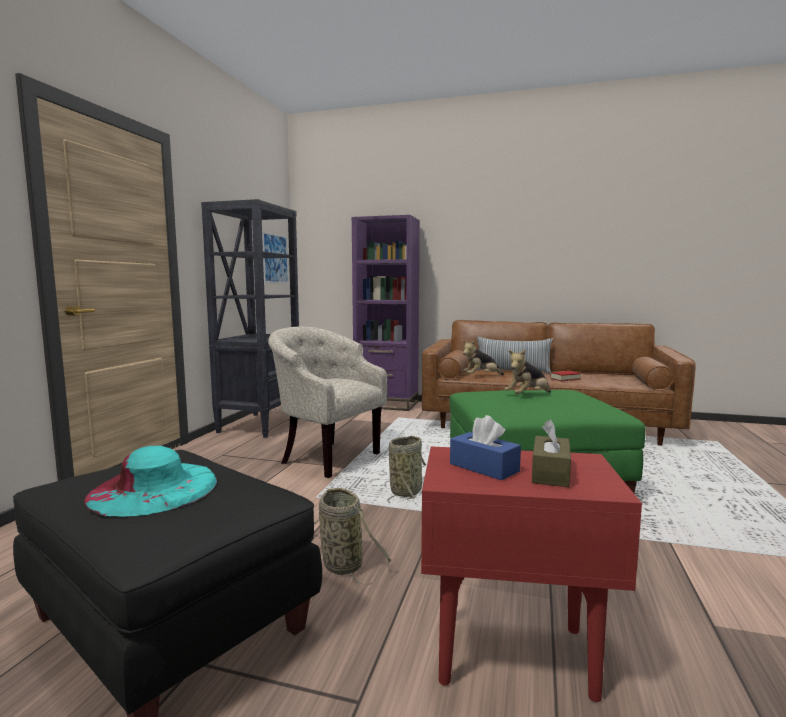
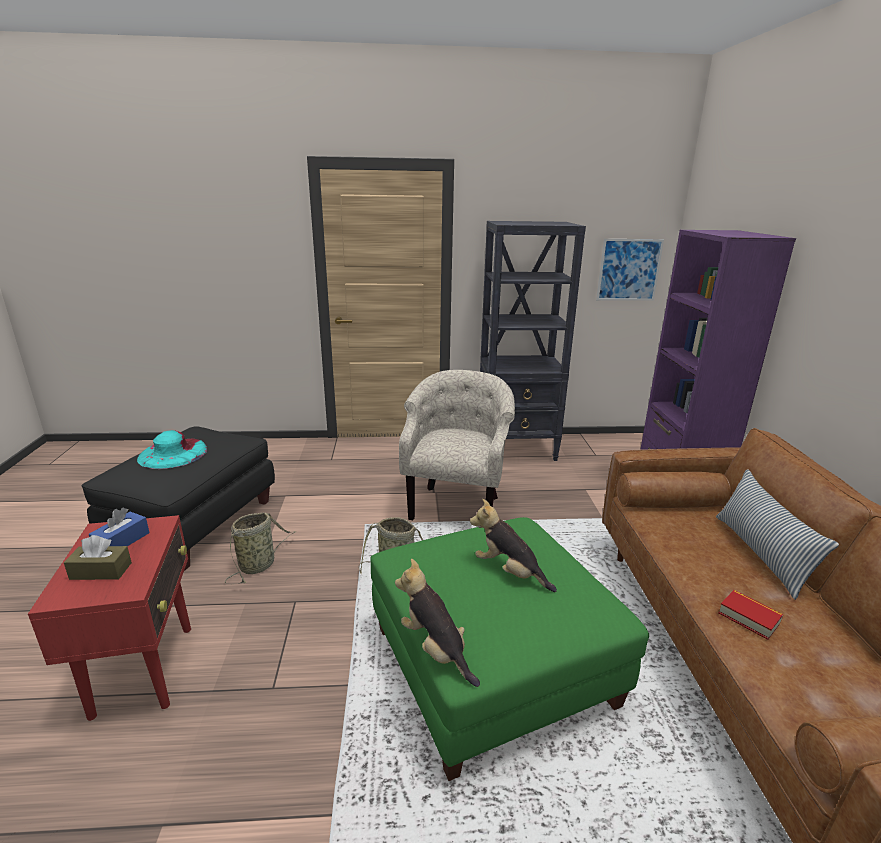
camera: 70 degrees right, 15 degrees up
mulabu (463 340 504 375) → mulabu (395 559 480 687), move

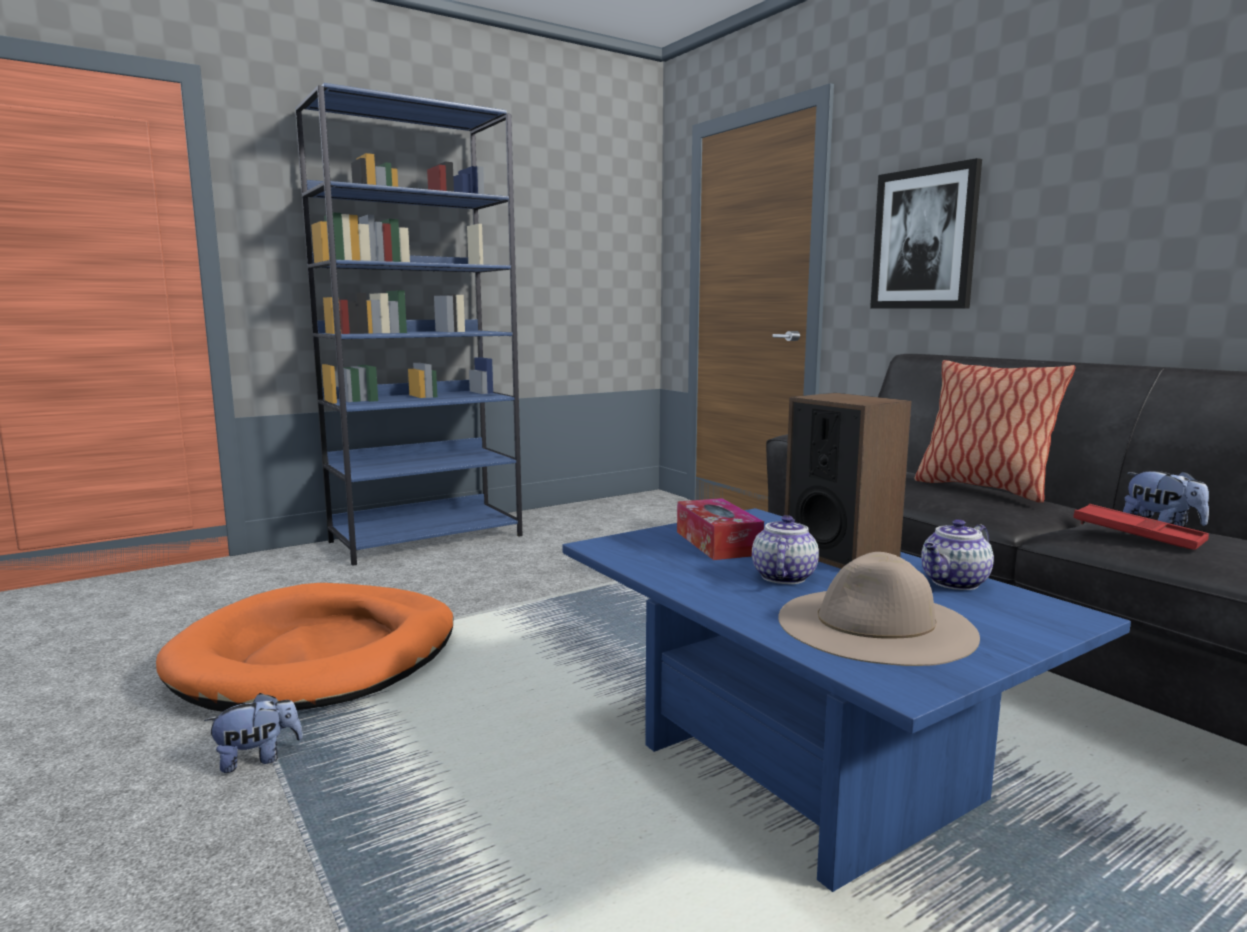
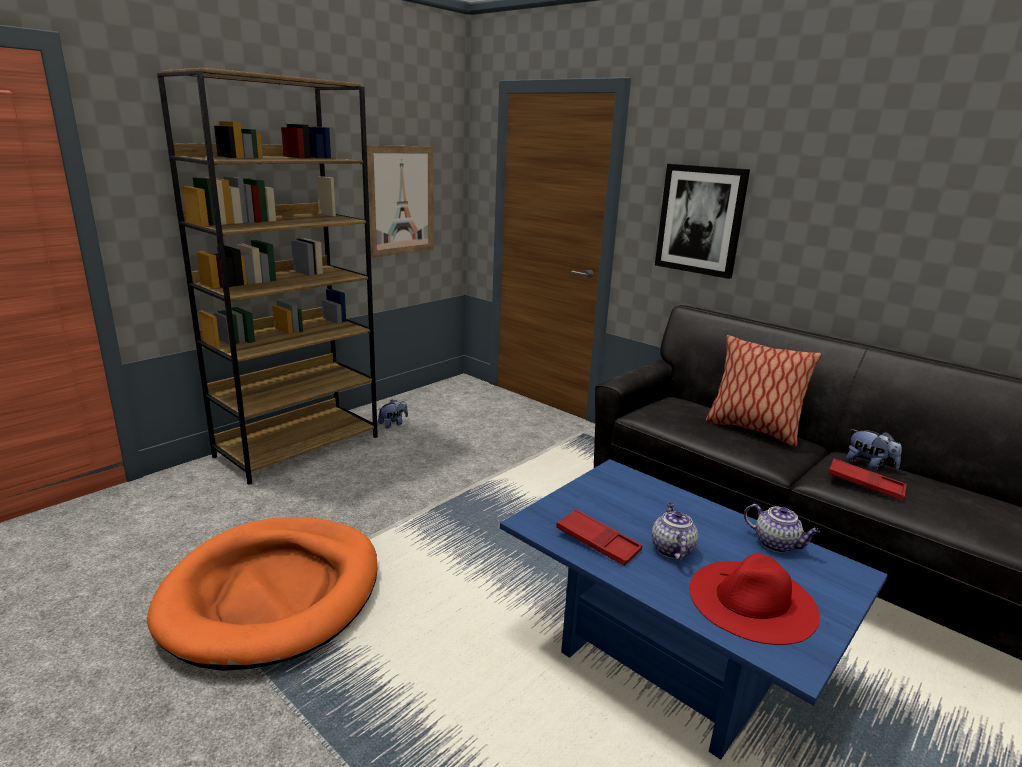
camera: 15 degrees left, 10 degrees up
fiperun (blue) (295 83 522 566) → fiperun (brown) (157 68 378 485)
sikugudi (785 393 911 569) → -
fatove (677 498 764 560) → -
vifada (921 519 994 590) → vifada (744 504 821 553), 90 degrees counterclockwise
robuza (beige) (778 552 980 666) → robuza (red) (690 554 820 645)
mulabu (204 693 303 773) → mulabu (378 399 408 429), move
- → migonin (367 145 434 258)
- → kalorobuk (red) (556 509 642 566)

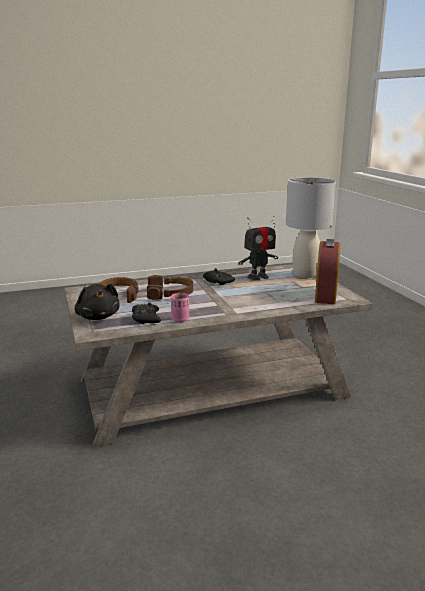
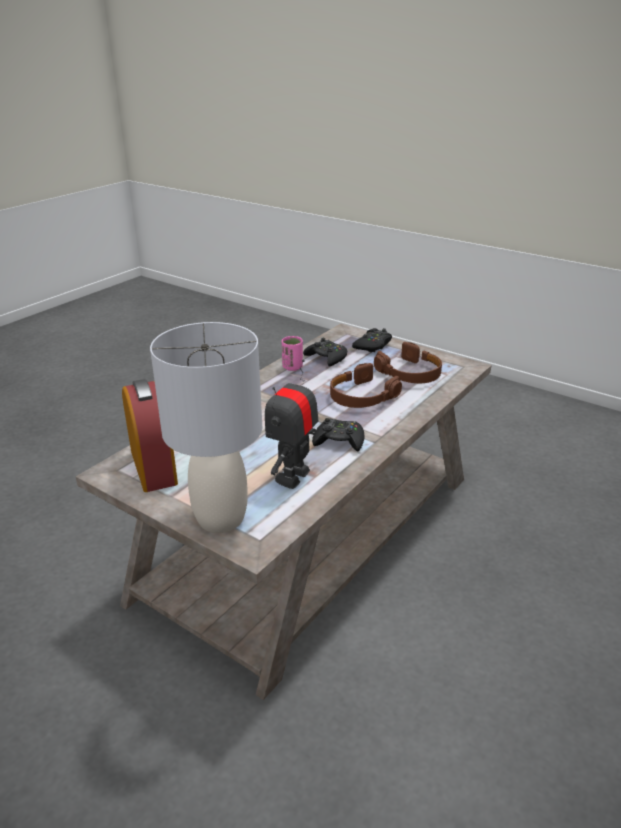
camera: 145 degrees right, 10 degrees up
mulabu (black) (75 284 120 320) → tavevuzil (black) (352 328 392 352)

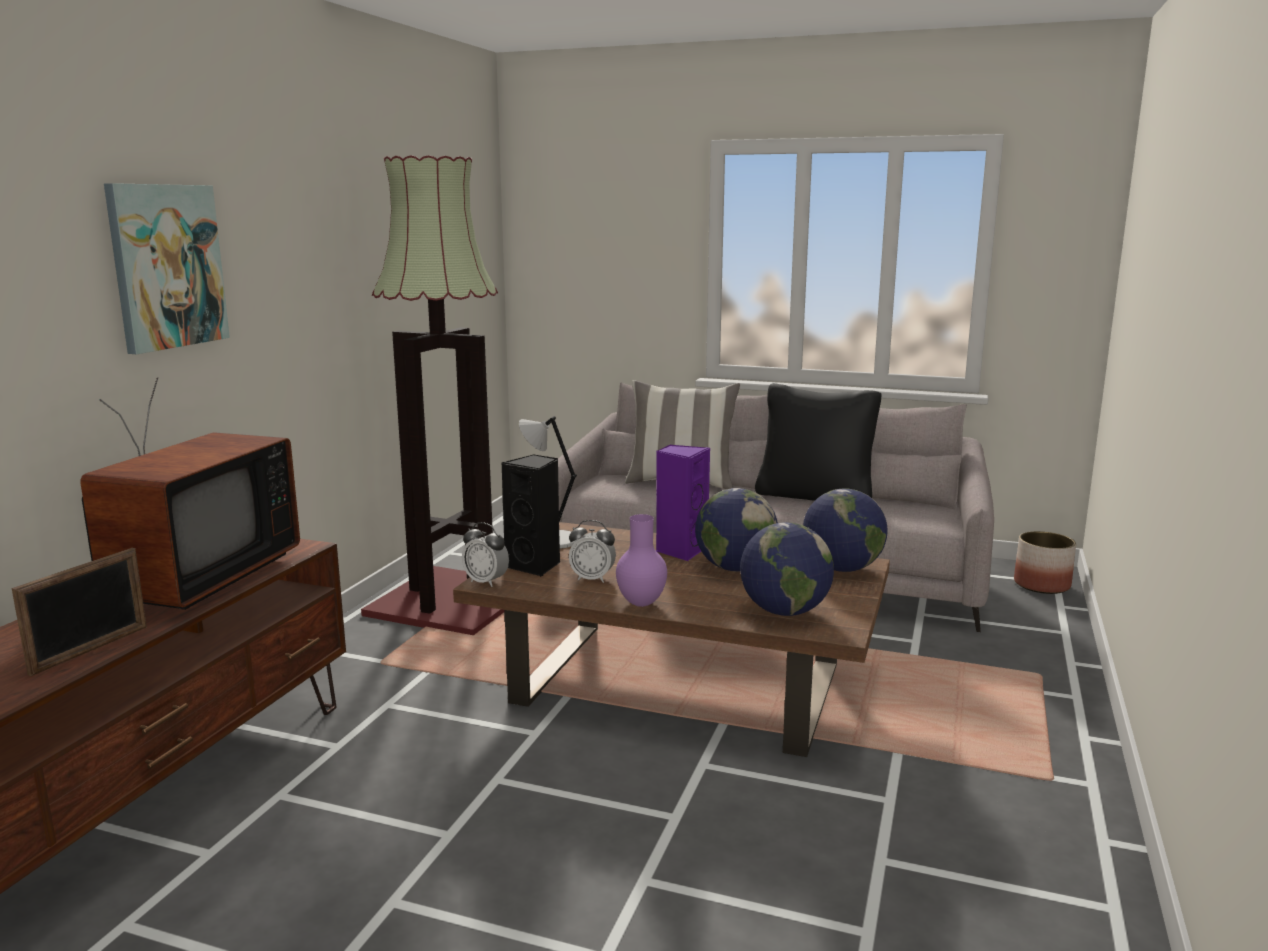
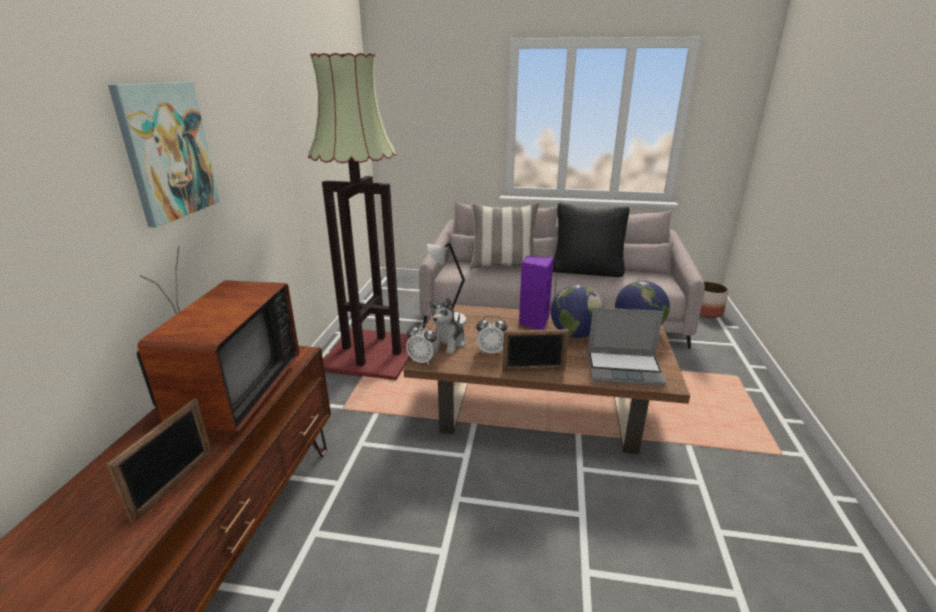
camera: 10 degrees left, 10 degrees up
sikugudi (black) (502 454 560 577) → mulabu (429 297 466 354)
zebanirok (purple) (616 514 667 607) → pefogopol (502 329 569 372)
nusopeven (740 522 834 616) → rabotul (587 307 666 386)

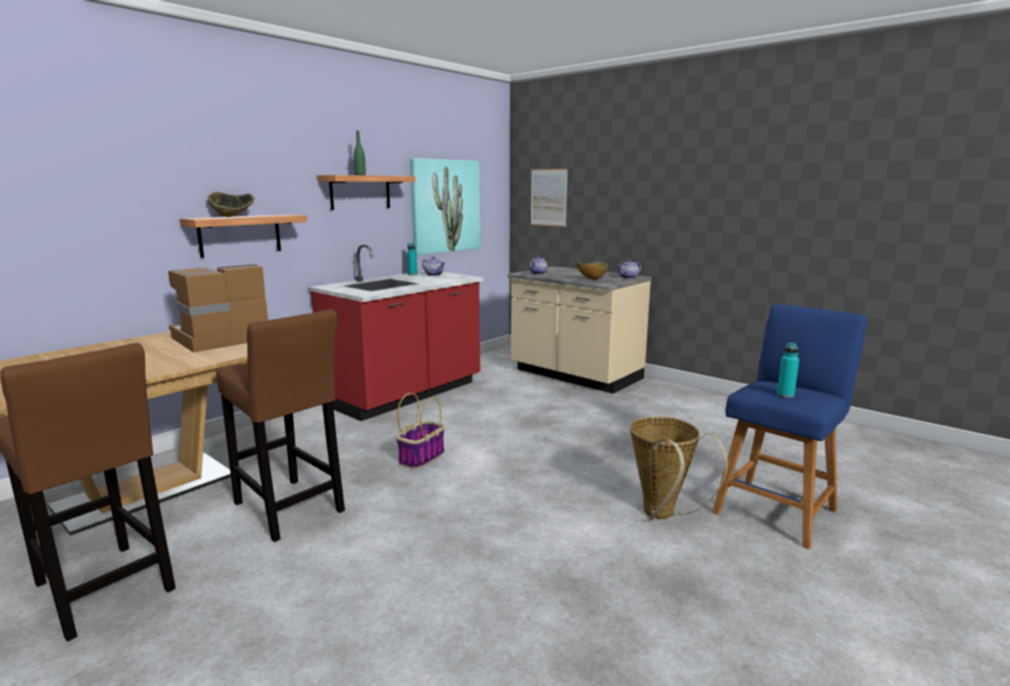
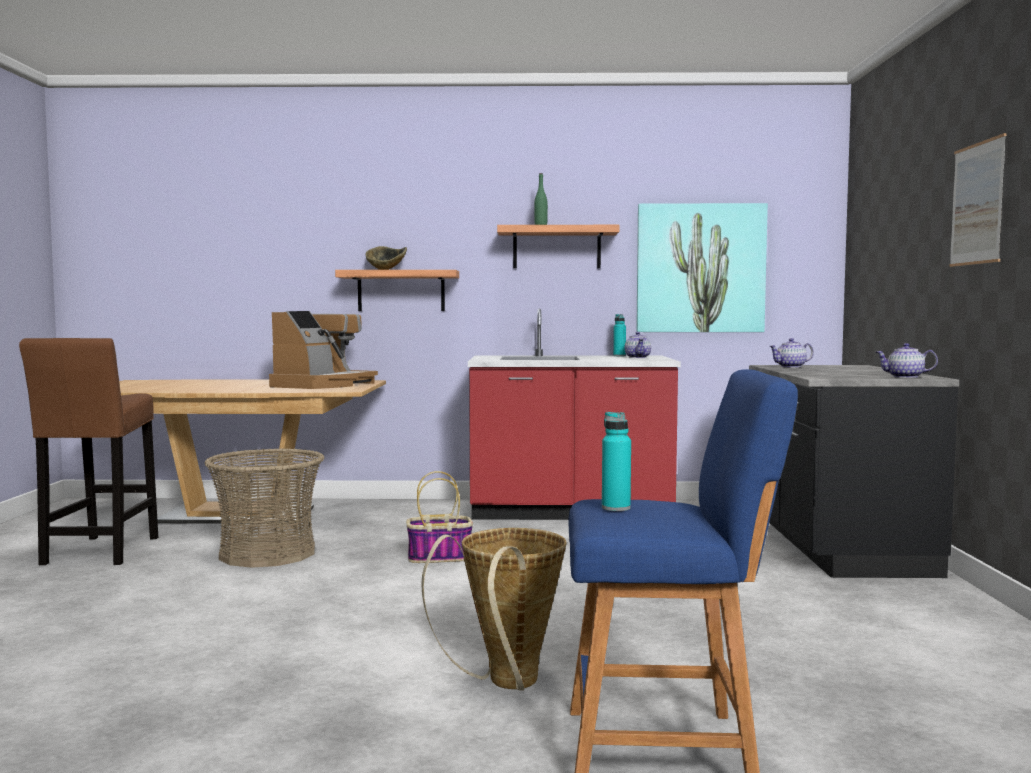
camera: 50 degrees right, 10 degrees down
migonin (531 168 568 227) → migonin (949 133 1006 267), move
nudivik (575 262 608 280) → -
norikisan (168 264 268 352) → norikisan (269 311 378 389), 105 degrees clockwise
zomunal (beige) (508 266 652 394) → zomunal (black) (749 365 959 578)
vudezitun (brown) (216 309 345 542) → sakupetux (204 448 325 568)

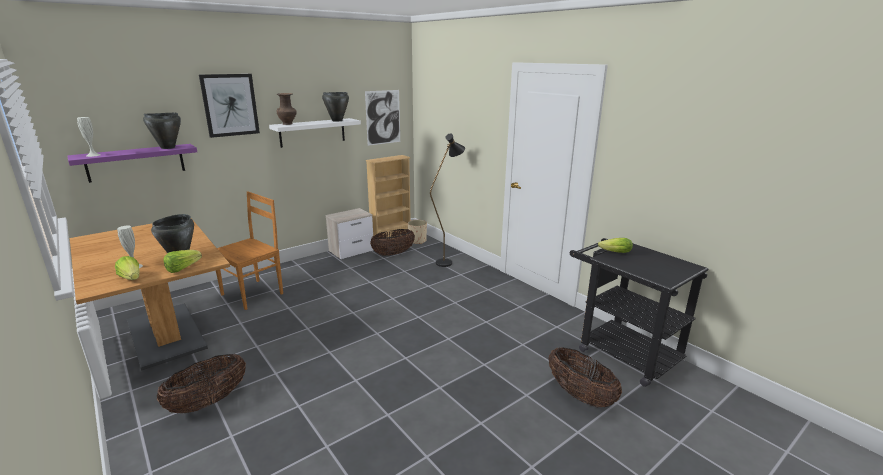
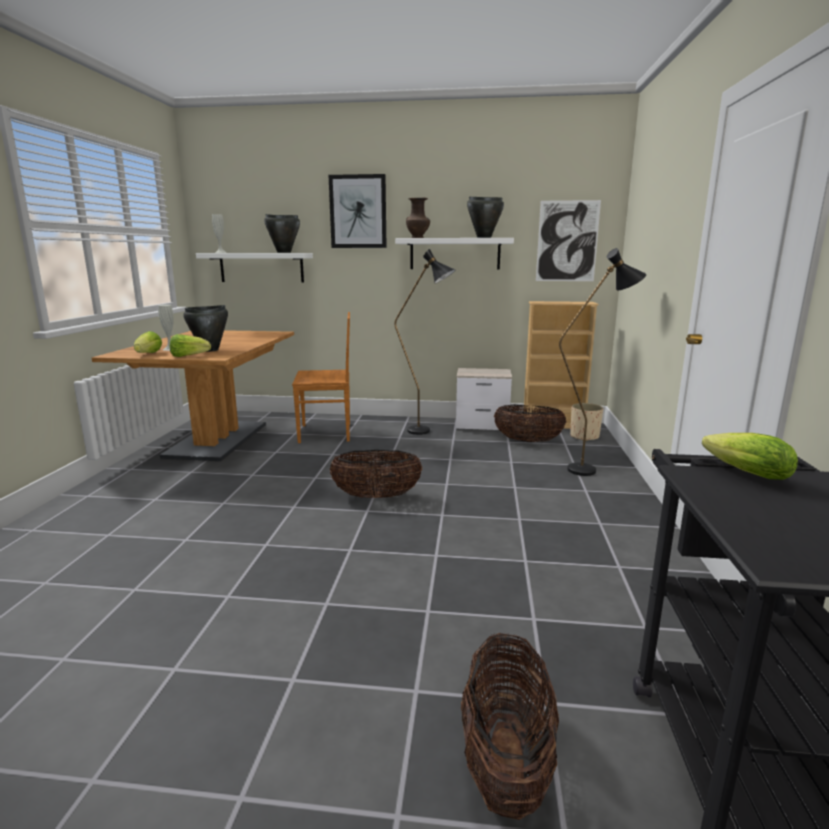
camera: 45 degrees right, 5 degrees down
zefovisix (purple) (68 144 197 183) → zefovisix (white) (196 253 313 282)
sakupetux (157 353 246 413) → sakupetux (330 450 422 498), move
- → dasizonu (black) (394 249 455 435)

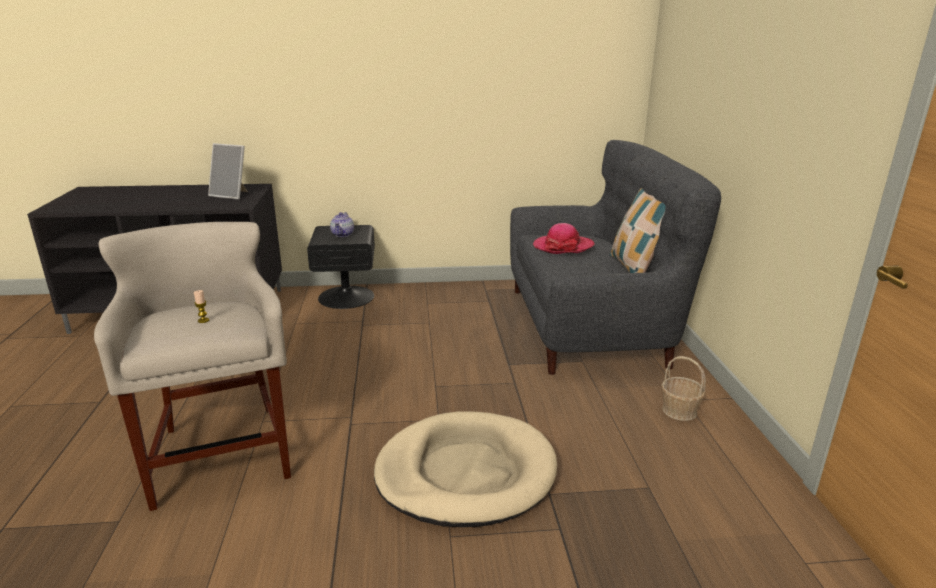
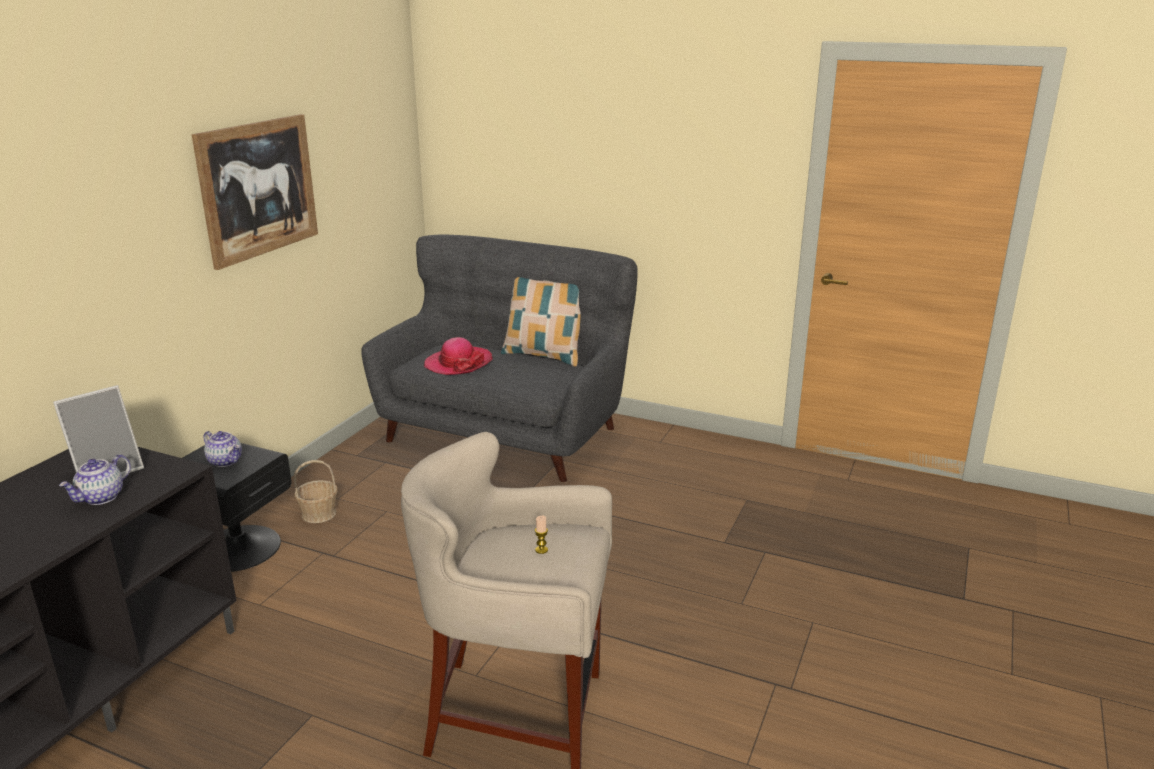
camera: 60 degrees left, 0 degrees up
sakupetux (661 356 706 421) → sakupetux (294 460 338 523), move
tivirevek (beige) (374 411 557 527) → -
- → migonin (192 114 318 270)
- → vifada (59 454 131 505)

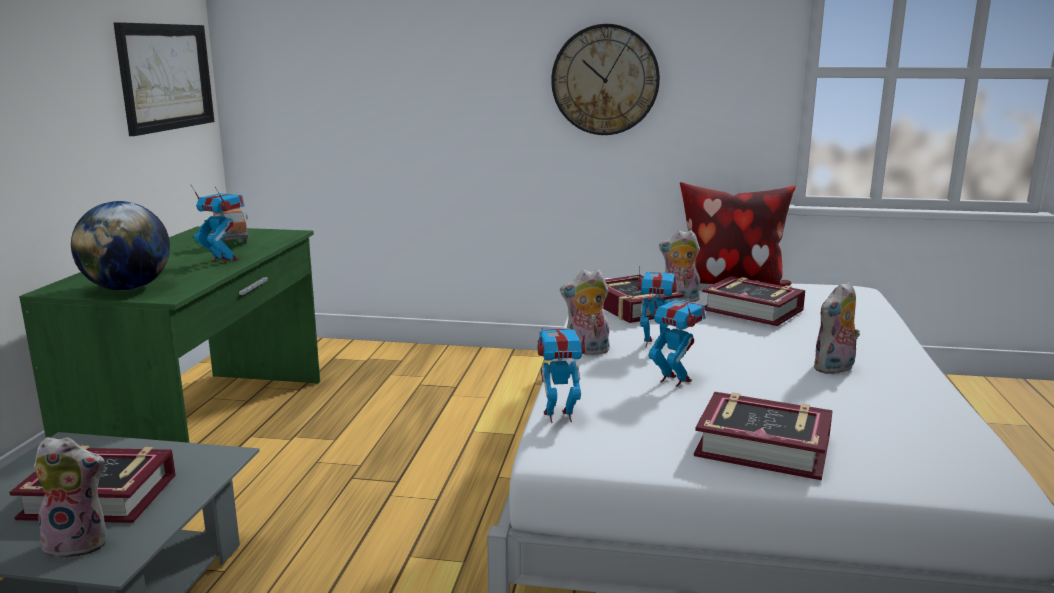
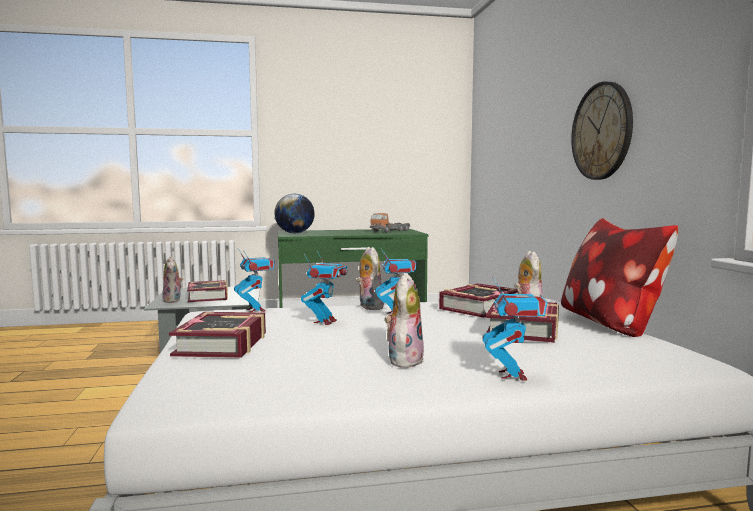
camera: 70 degrees right, 10 degrees down
migonin (113 22 214 136) → -
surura (190 184 245 264) → surura (483 277 548 381), move
mulabu (813 281 860 375) → mulabu (384 274 424 368), 75 degrees clockwise

